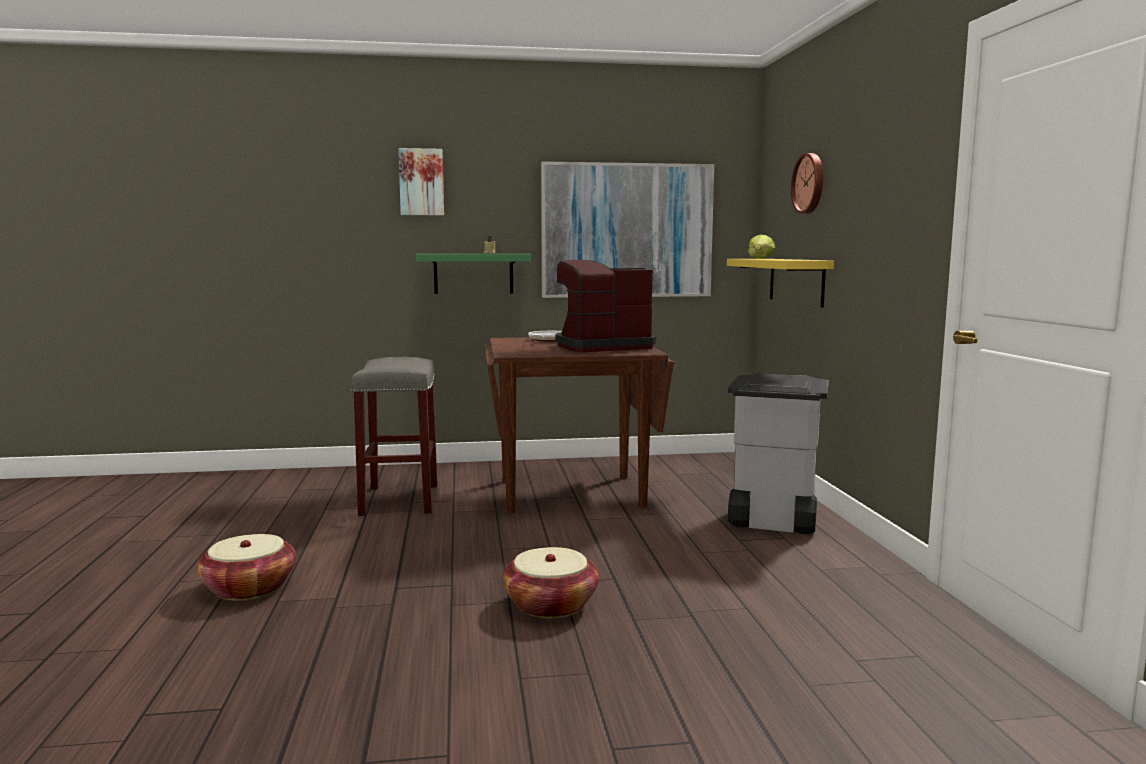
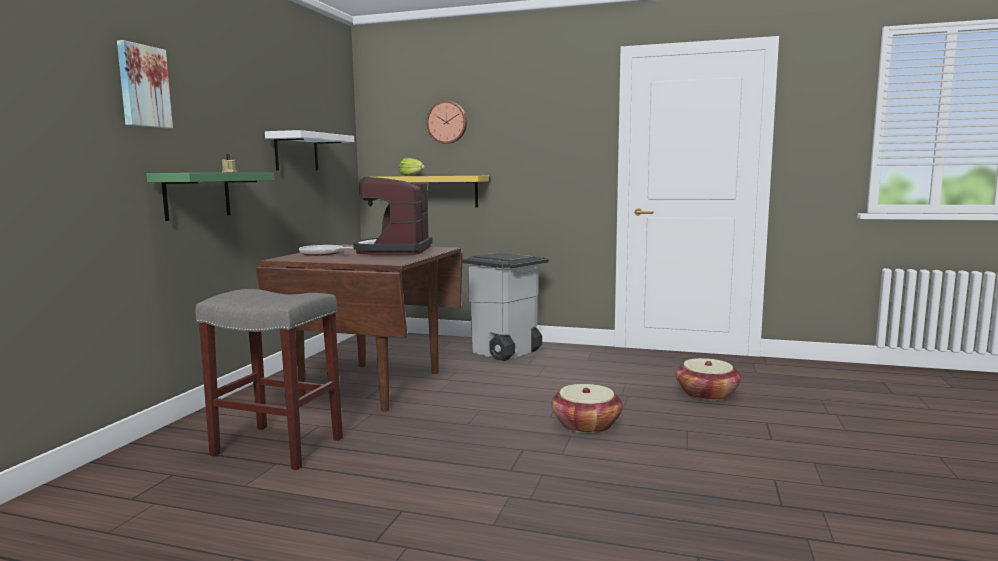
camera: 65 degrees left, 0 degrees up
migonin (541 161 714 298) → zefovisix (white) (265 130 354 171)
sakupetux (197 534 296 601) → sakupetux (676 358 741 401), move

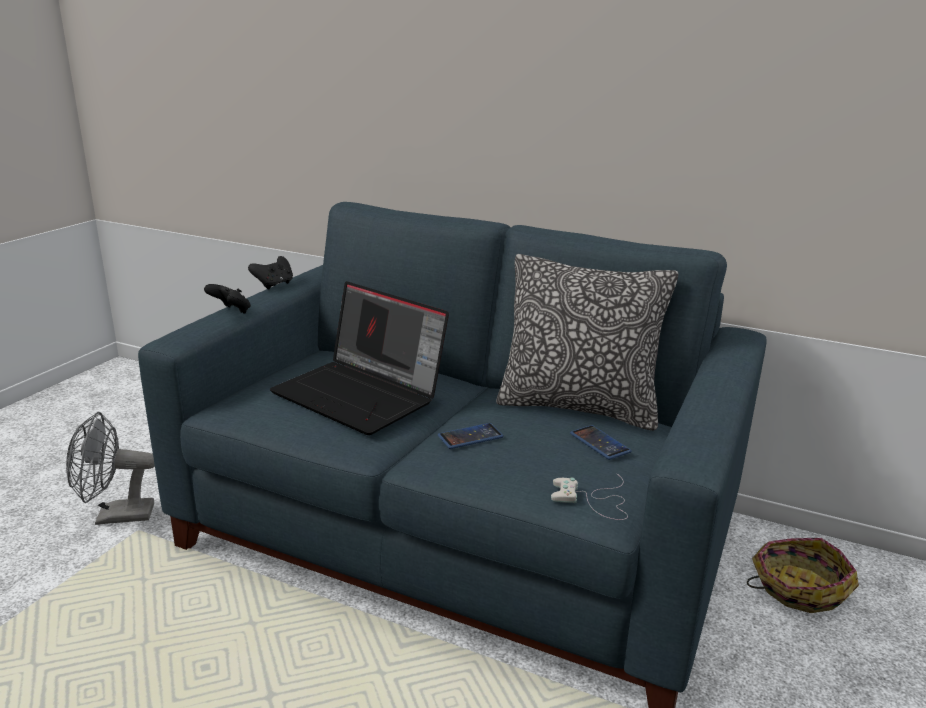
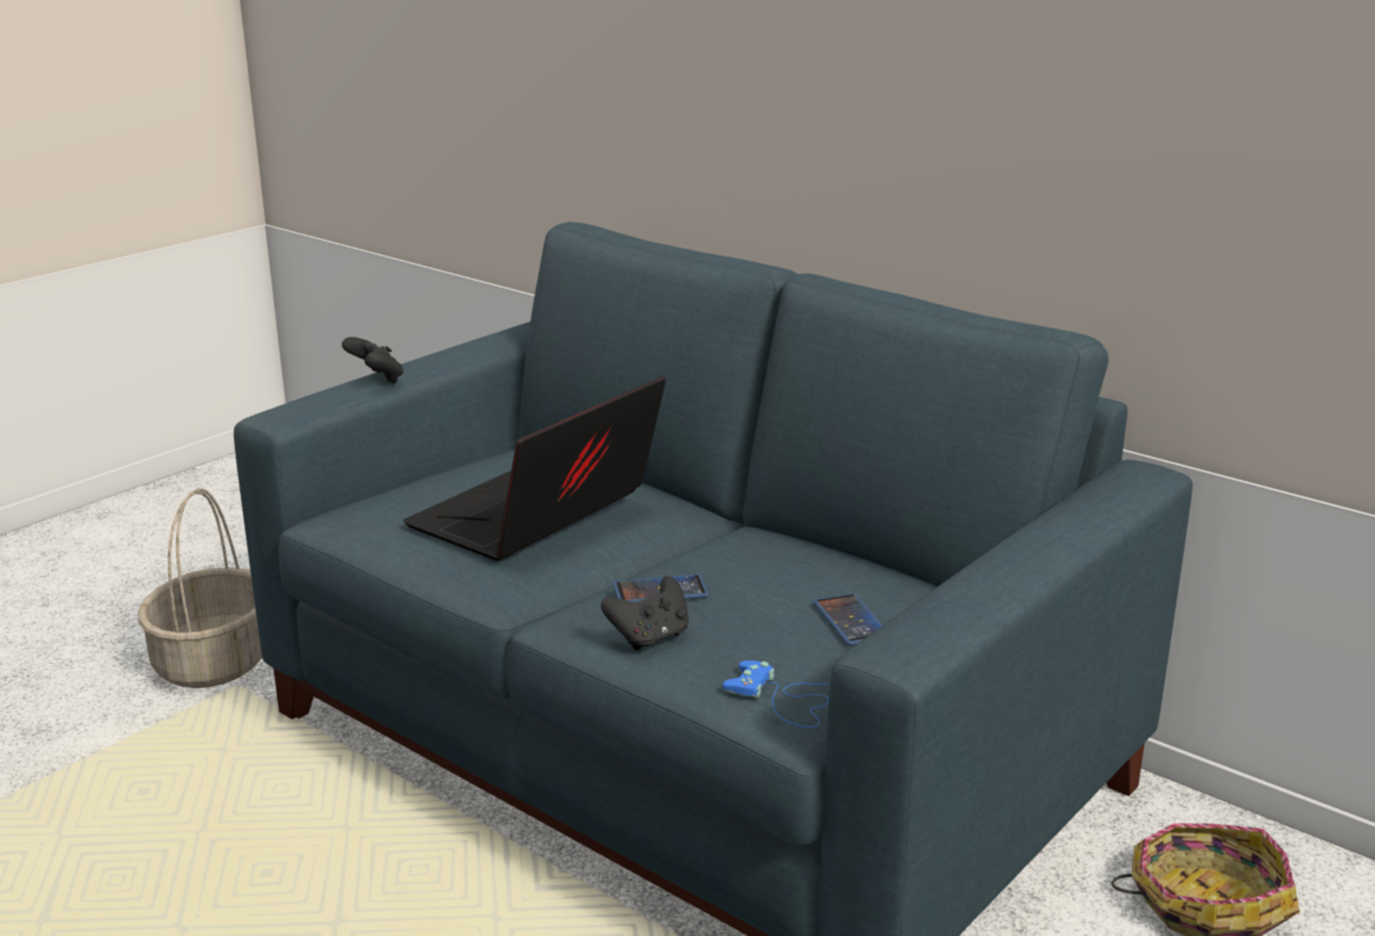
camera: 15 degrees right, 0 degrees up
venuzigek (496 254 678 431) → -
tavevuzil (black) (248 256 293 289) → tavevuzil (black) (601 576 689 651), move
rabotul (270 281 449 435) → rabotul (403 376 666 561), 75 degrees clockwise
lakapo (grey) (66 412 155 525) → sakupetux (138 488 262 688)
tavevuzil (white) (551 474 628 520) → tavevuzil (blue) (723 660 830 728)

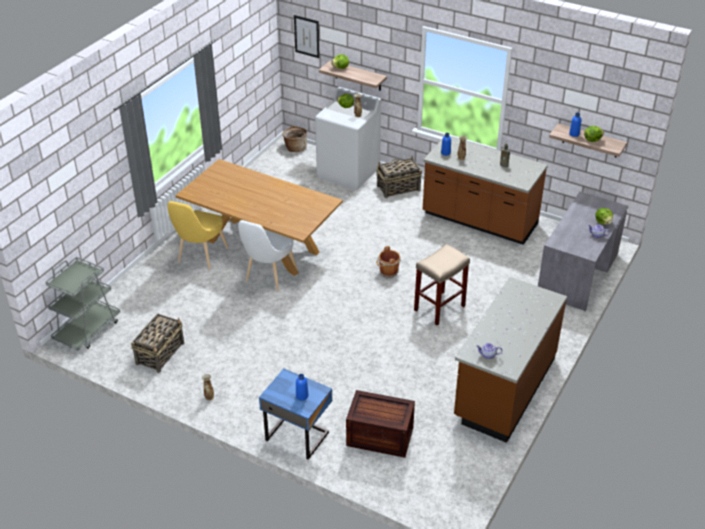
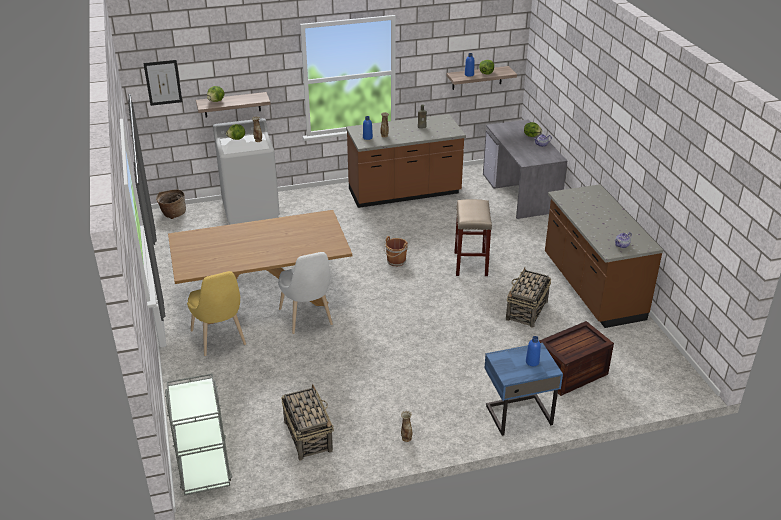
camera: 45 degrees left, 5 degrees down
sakupetux (376 156 422 198) → sakupetux (506 267 551 328), move

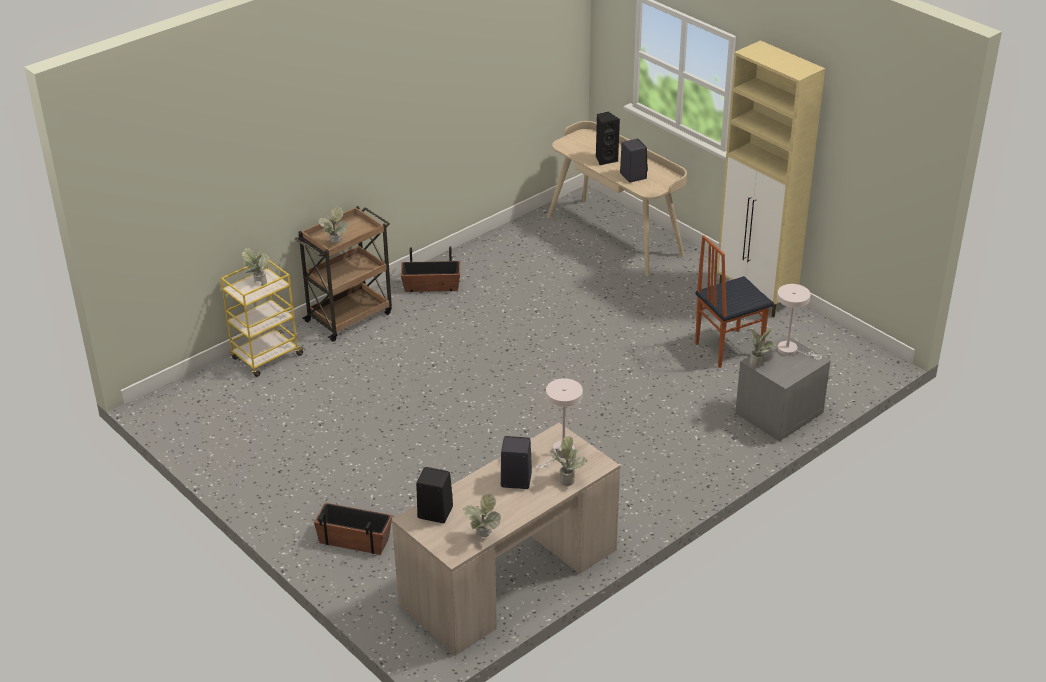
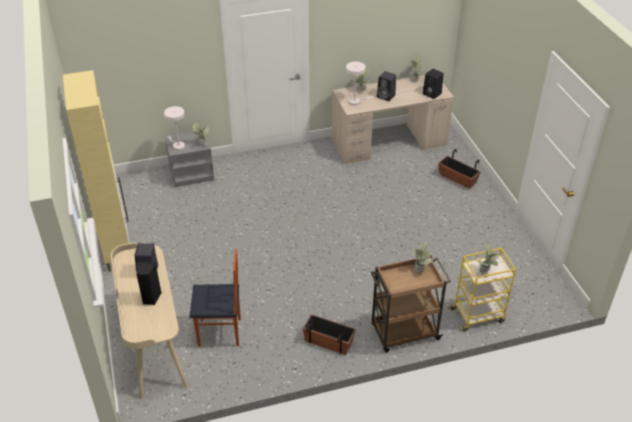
camera: 155 degrees left, 5 degrees up
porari (695 235 774 368) → porari (189 248 241 347), move

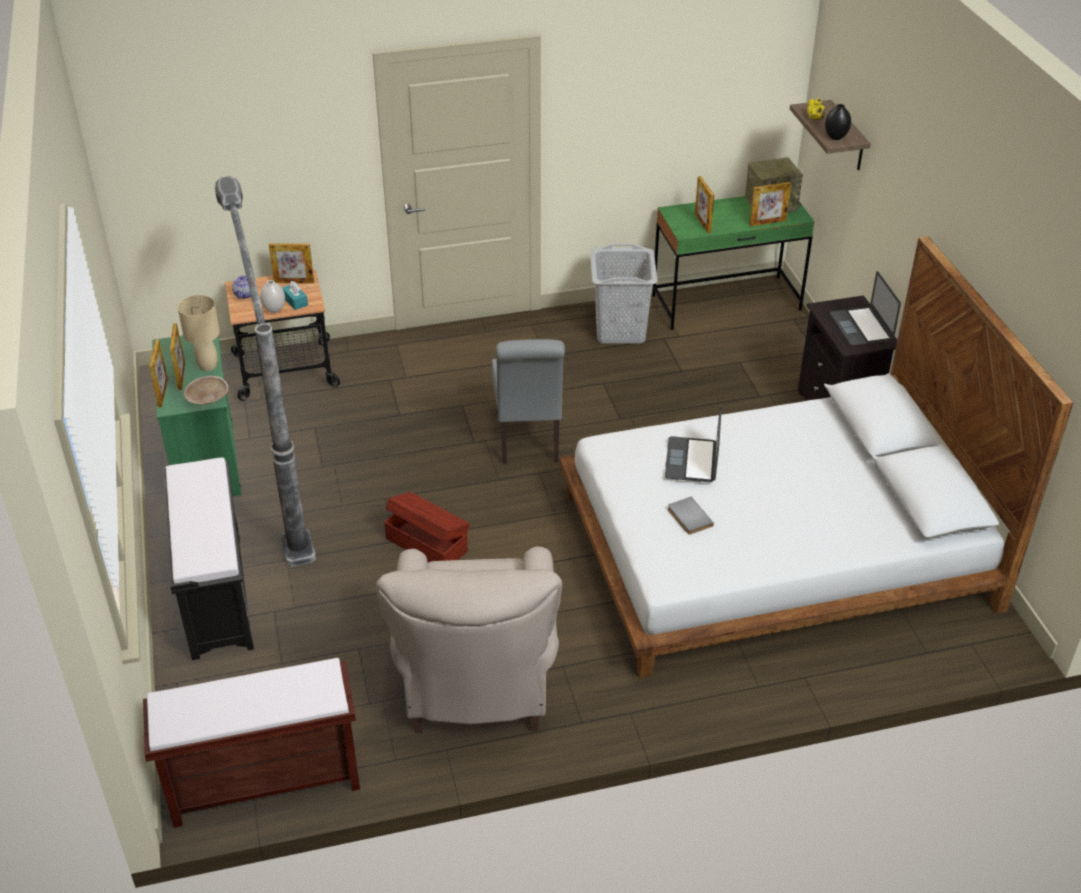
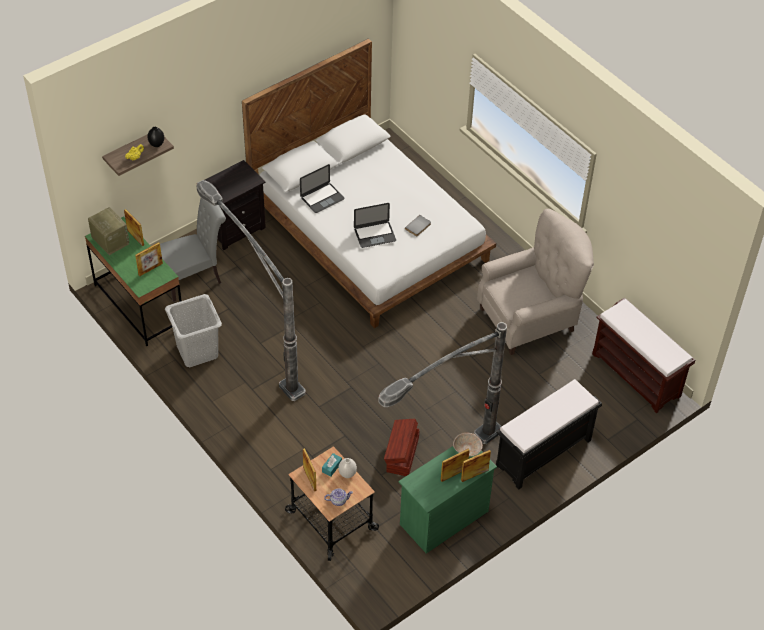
camera: 115 degrees left, 10 degrees up
rabotul (830 271 901 346) → rabotul (300 164 345 213), move
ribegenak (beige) (178 295 220 371) → -
porari (grey) (492 339 565 464) → porari (grey) (160 198 226 302), move
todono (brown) (384 492 470 563) → todono (brown) (384 419 420 476), move
- → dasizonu (197 180 306 401)

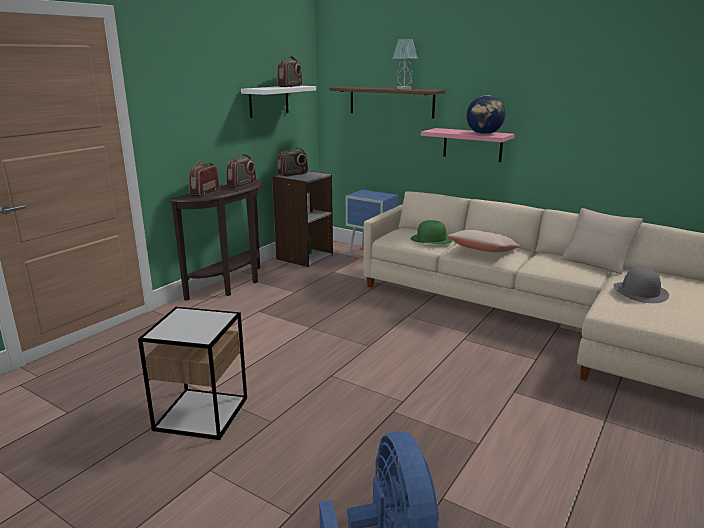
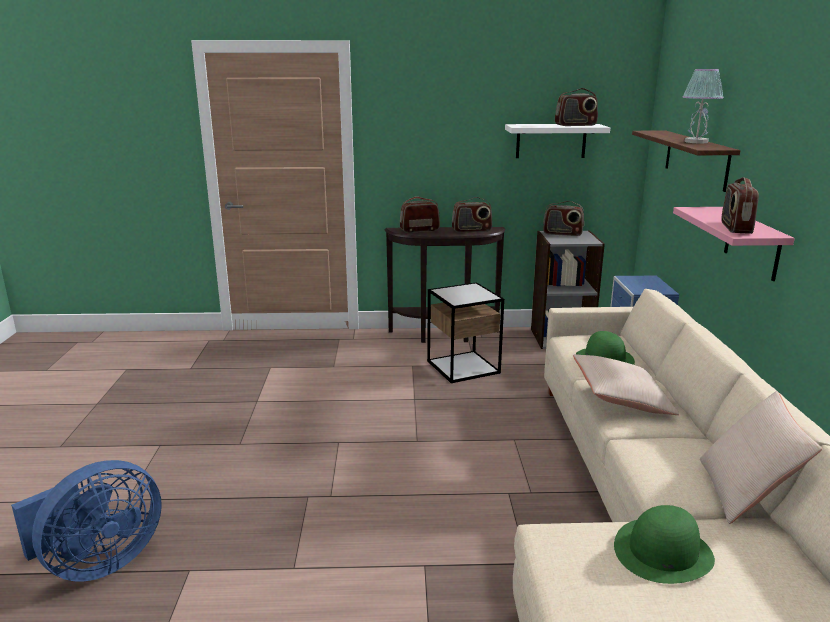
camera: 55 degrees right, 0 degrees up
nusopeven (467 95 505 135) → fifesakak (721 177 759 234)
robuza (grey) (613 267 669 303) → robuza (green) (614 505 715 584)
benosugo (138 307 247 440) → benosugo (427 282 504 383), move

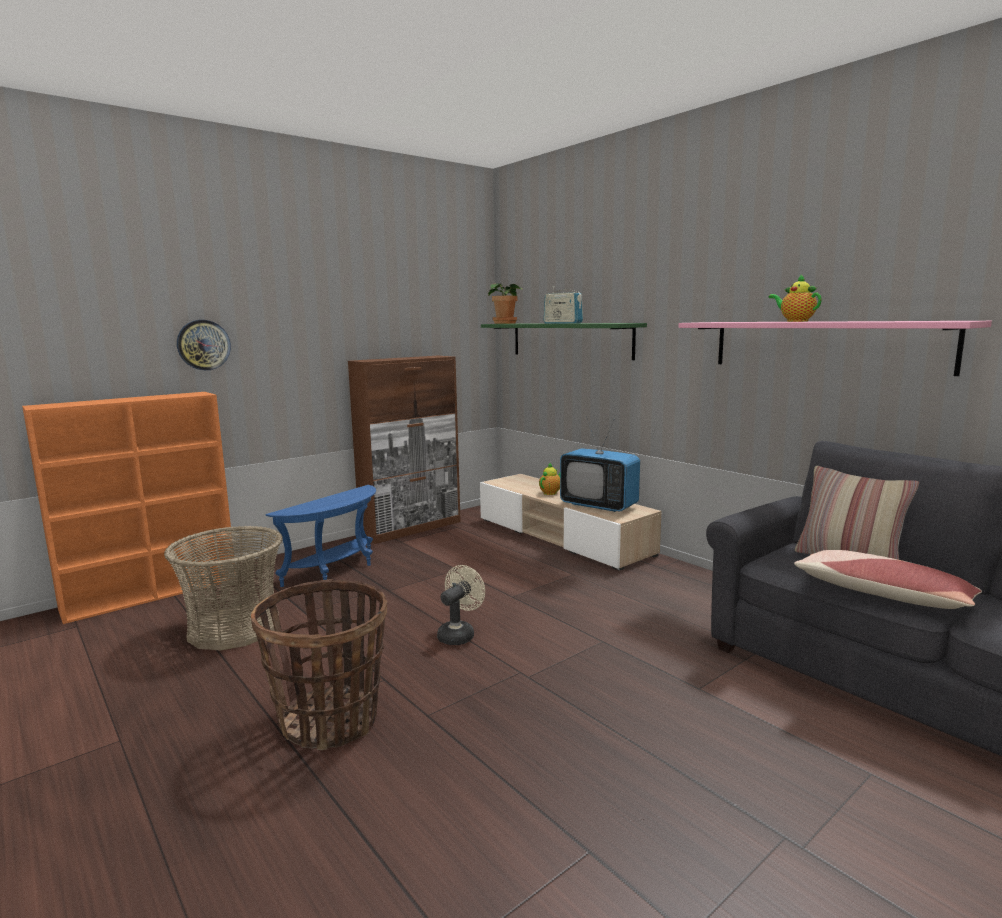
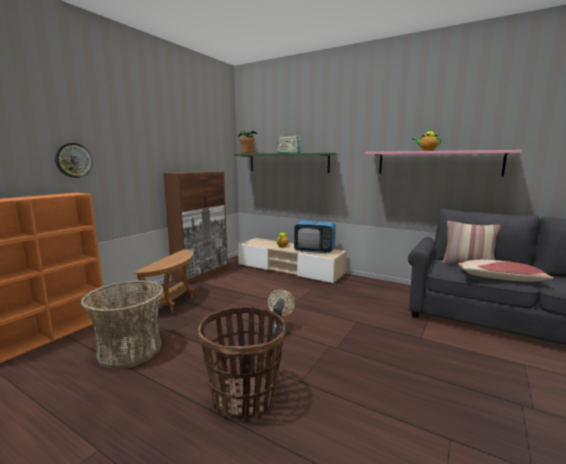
camera: 20 degrees left, 0 degrees up
benosugo (blue) (266 485 376 587) → benosugo (brown) (133 249 194 319)

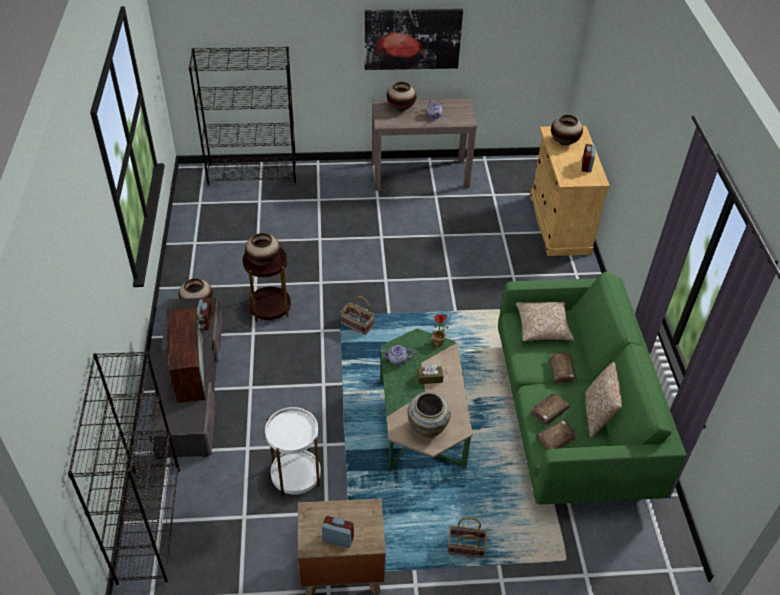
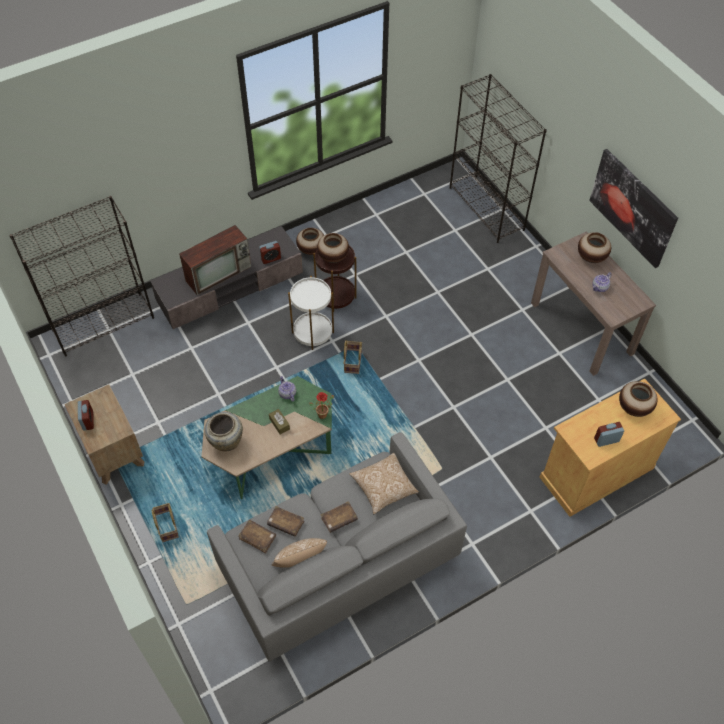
camera: 65 degrees right, 10 degrees up
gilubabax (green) (498 272 686 504) → gilubabax (grey) (207 432 467 661)
benosugo (white) (265 407 321 497) → benosugo (white) (288 276 334 350), move

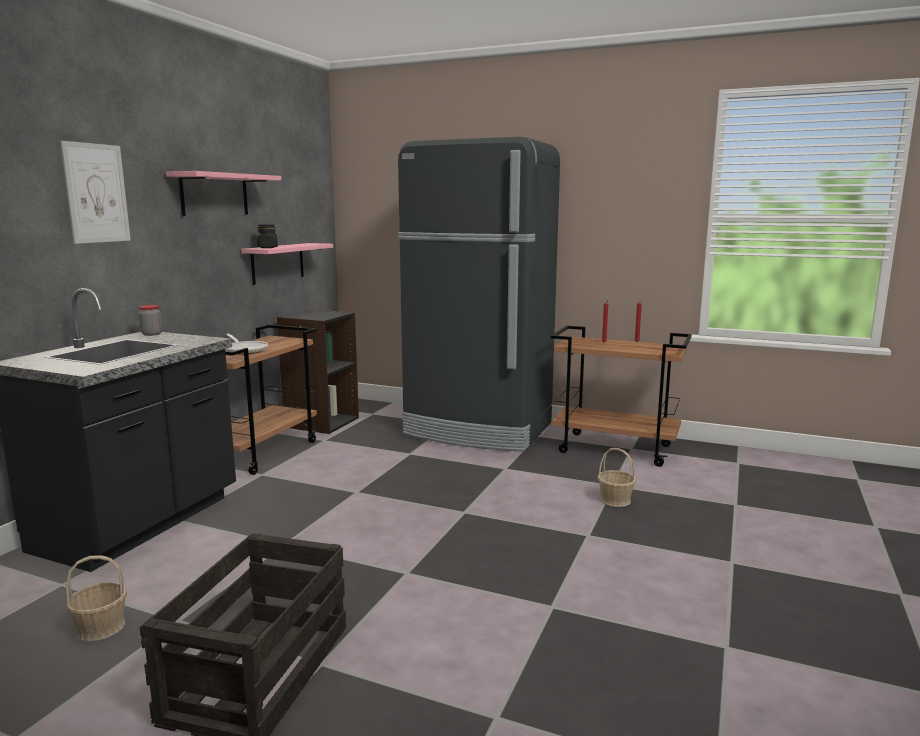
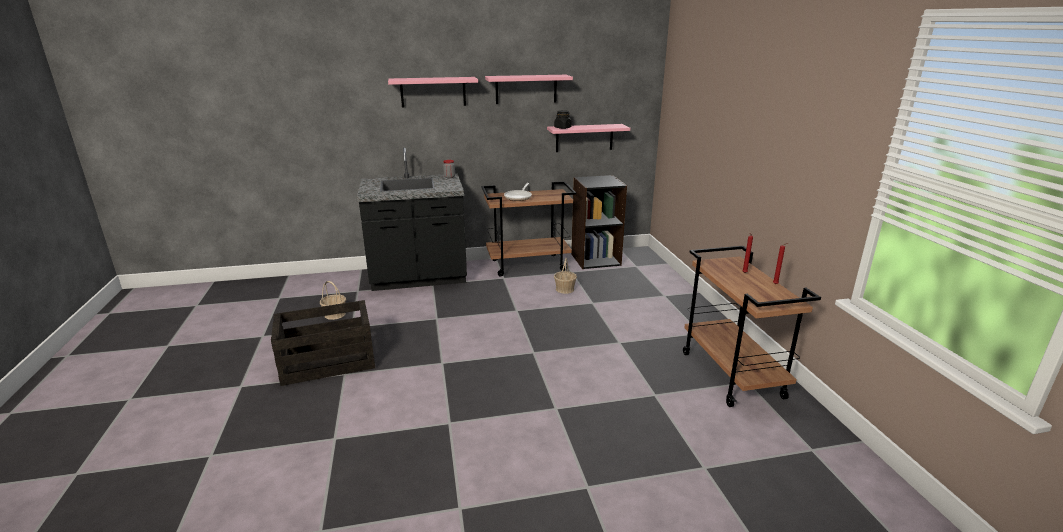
camera: 55 degrees right, 10 degrees up
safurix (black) (398 137 560 452) → -
migonin (60 141 131 244) → zefovisix (pink) (388 77 478 107)
sakupetux (598 448 636 507) → sakupetux (554 258 577 294), move

